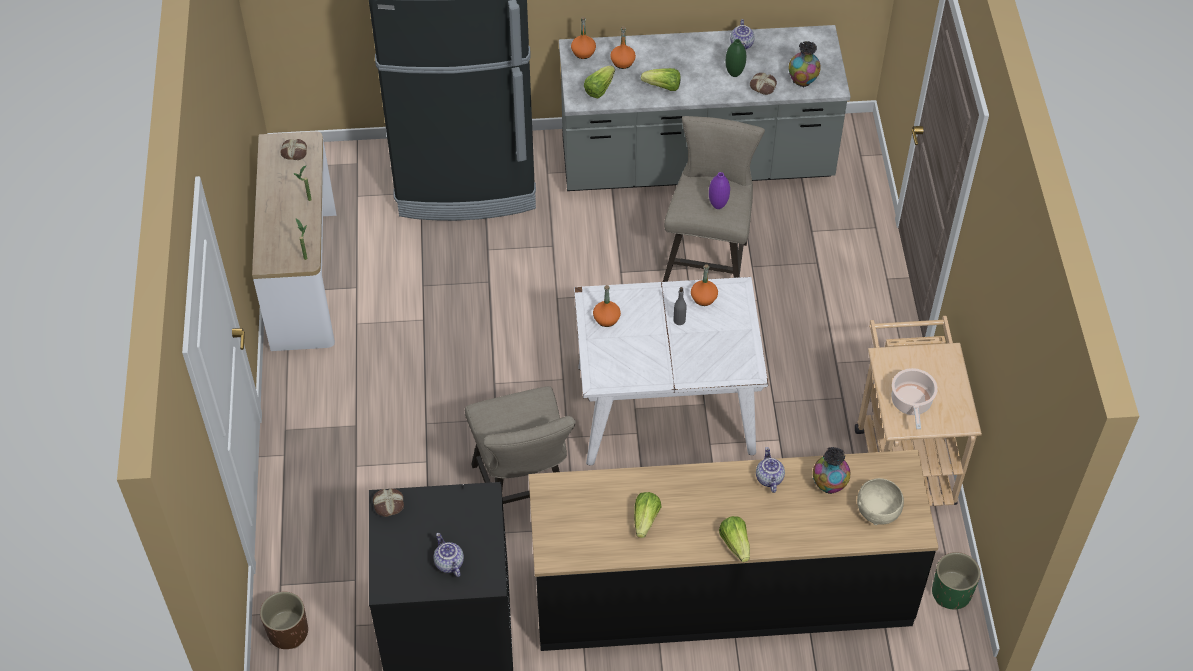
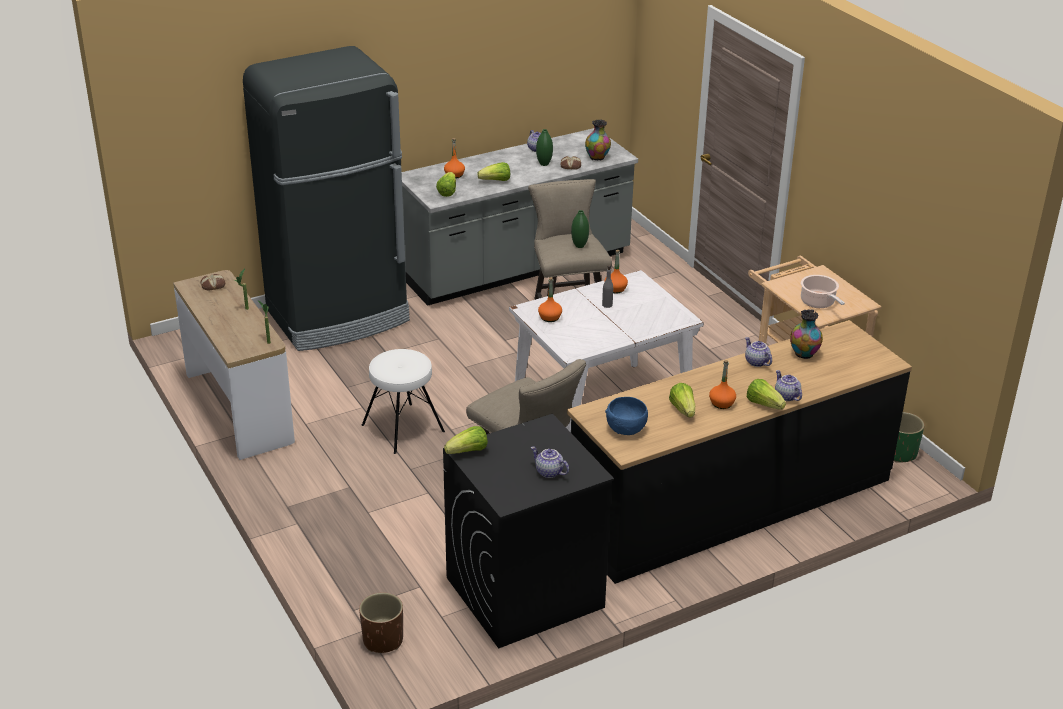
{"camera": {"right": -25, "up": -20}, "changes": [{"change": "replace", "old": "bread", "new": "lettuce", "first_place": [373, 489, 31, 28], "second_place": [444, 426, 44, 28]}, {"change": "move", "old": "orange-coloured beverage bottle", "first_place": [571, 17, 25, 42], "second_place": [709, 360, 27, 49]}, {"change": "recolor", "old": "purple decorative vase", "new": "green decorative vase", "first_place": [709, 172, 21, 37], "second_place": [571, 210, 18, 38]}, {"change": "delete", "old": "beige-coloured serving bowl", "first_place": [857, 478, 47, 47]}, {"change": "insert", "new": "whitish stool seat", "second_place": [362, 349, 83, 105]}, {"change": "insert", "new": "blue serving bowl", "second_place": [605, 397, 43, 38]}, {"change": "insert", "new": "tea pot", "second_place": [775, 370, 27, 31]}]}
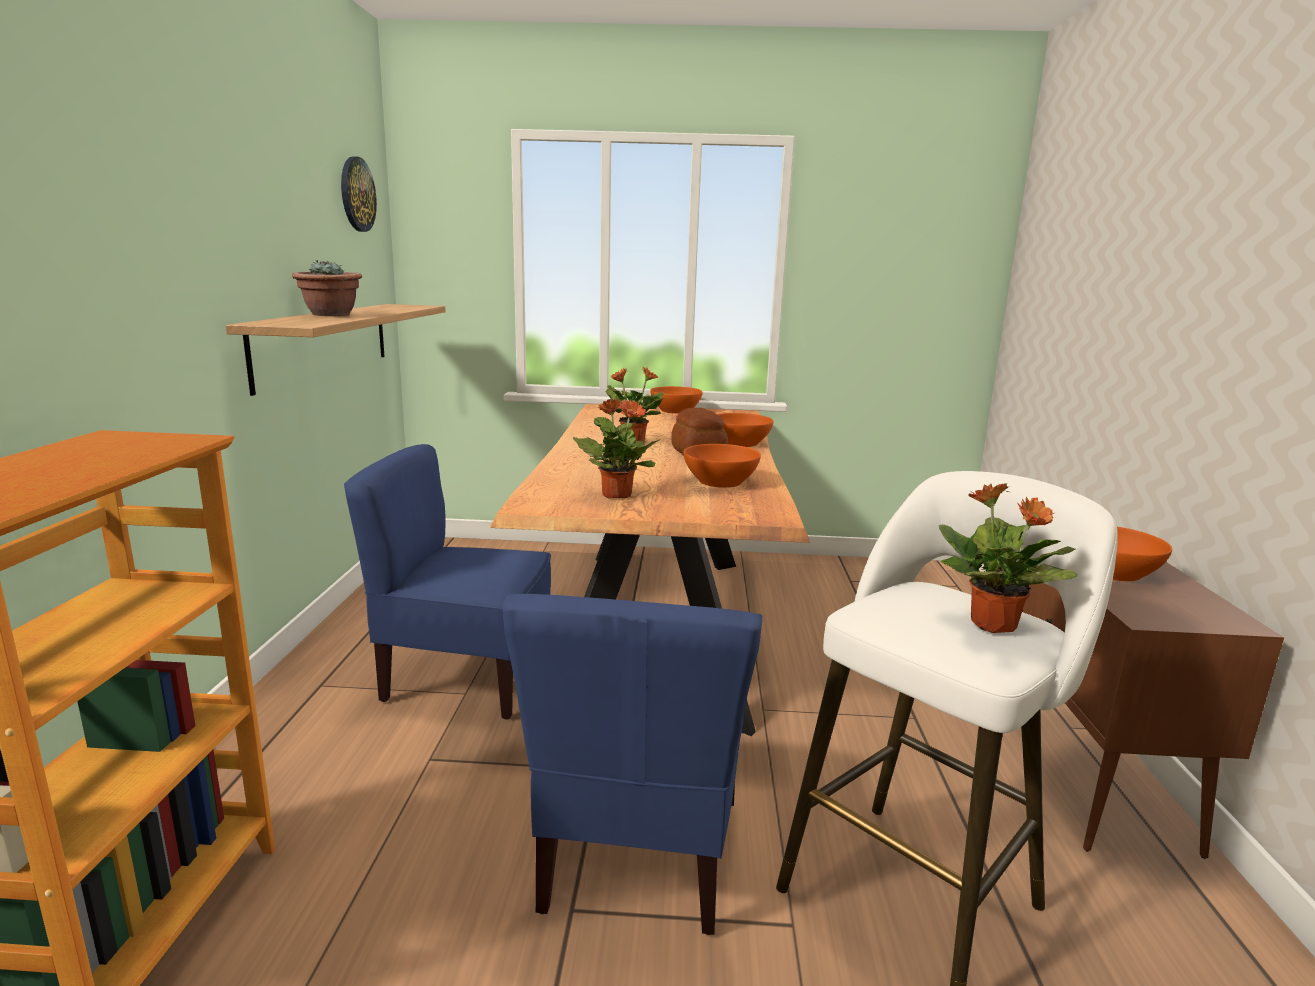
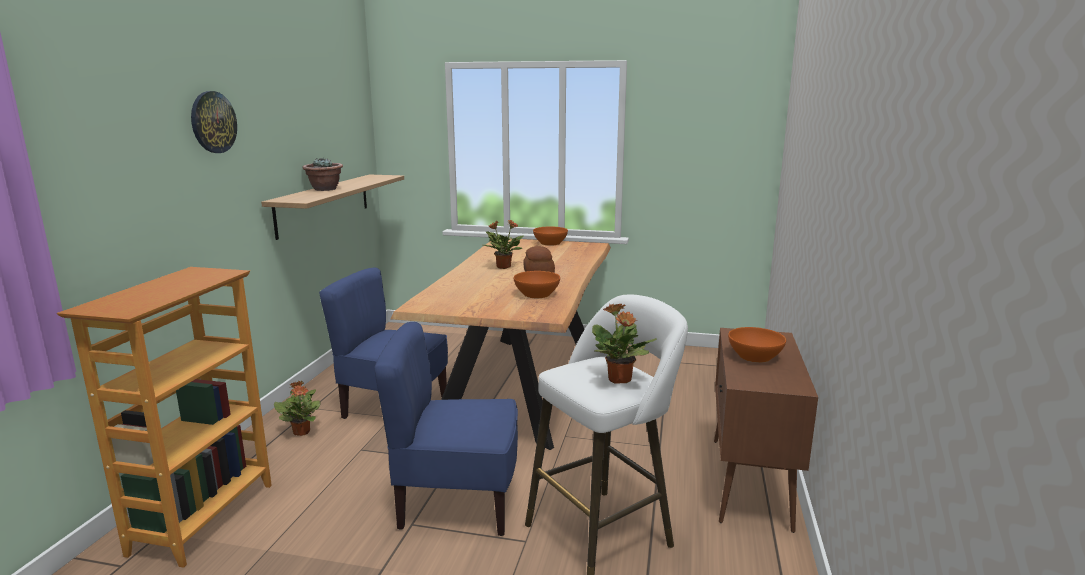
{"camera": {"right": 10, "up": 0}, "changes": [{"change": "move", "old": "clock on the wall", "first_place": [341, 157, 36, 75], "second_place": [191, 91, 46, 62]}, {"change": "rotate", "old": "blue upright chair", "first_place": [502, 594, 261, 341], "second_place": [374, 322, 144, 214], "degrees": 75}, {"change": "move", "old": "potted plant", "first_place": [573, 398, 88, 101], "second_place": [274, 381, 46, 55]}, {"change": "delete", "old": "orange-coloured serving bowl", "first_place": [717, 413, 57, 34]}]}
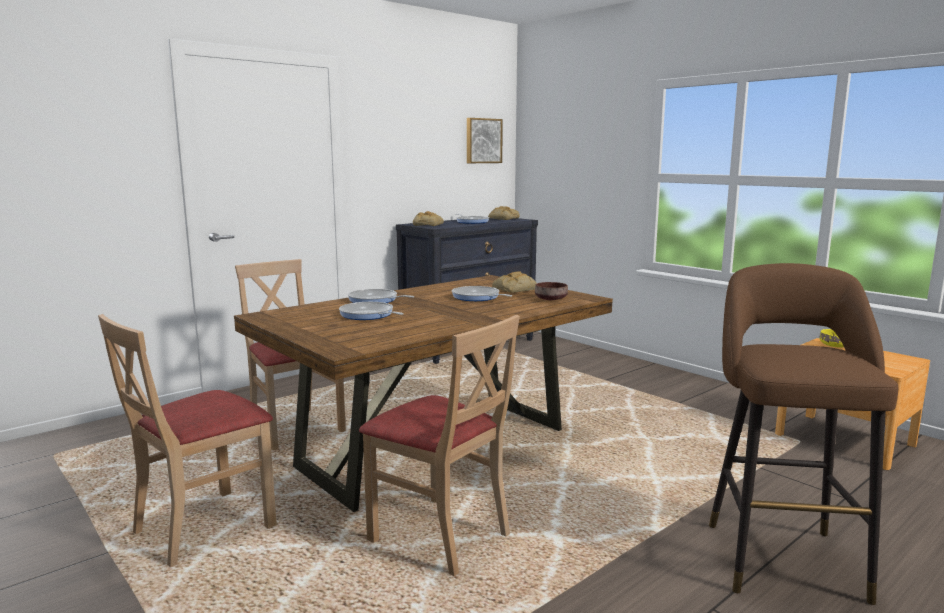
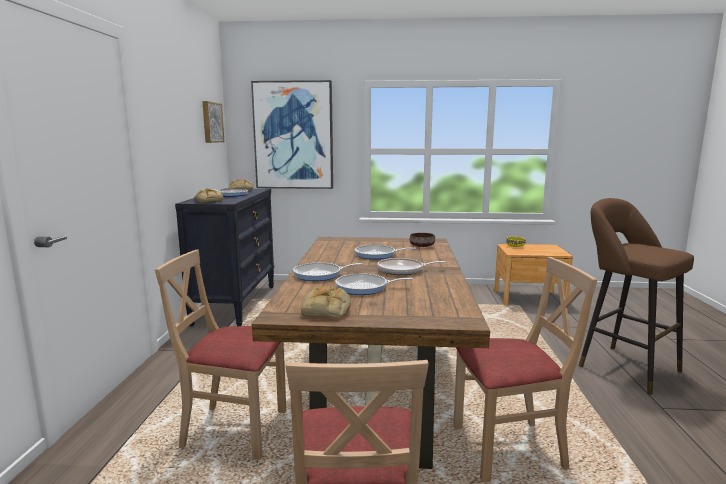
{"camera": {"right": -45, "up": 0}, "changes": [{"change": "move", "old": "bread", "first_place": [492, 271, 45, 22], "second_place": [301, 286, 50, 32]}, {"change": "insert", "new": "wall art", "second_place": [251, 80, 82, 109]}, {"change": "insert", "new": "frying pan", "second_place": [377, 258, 69, 17]}]}
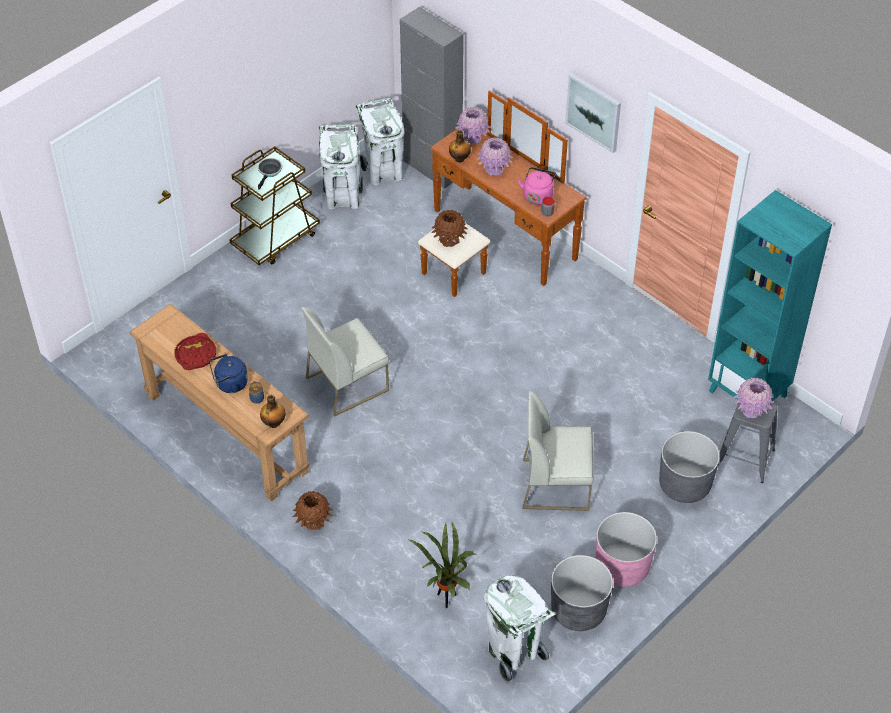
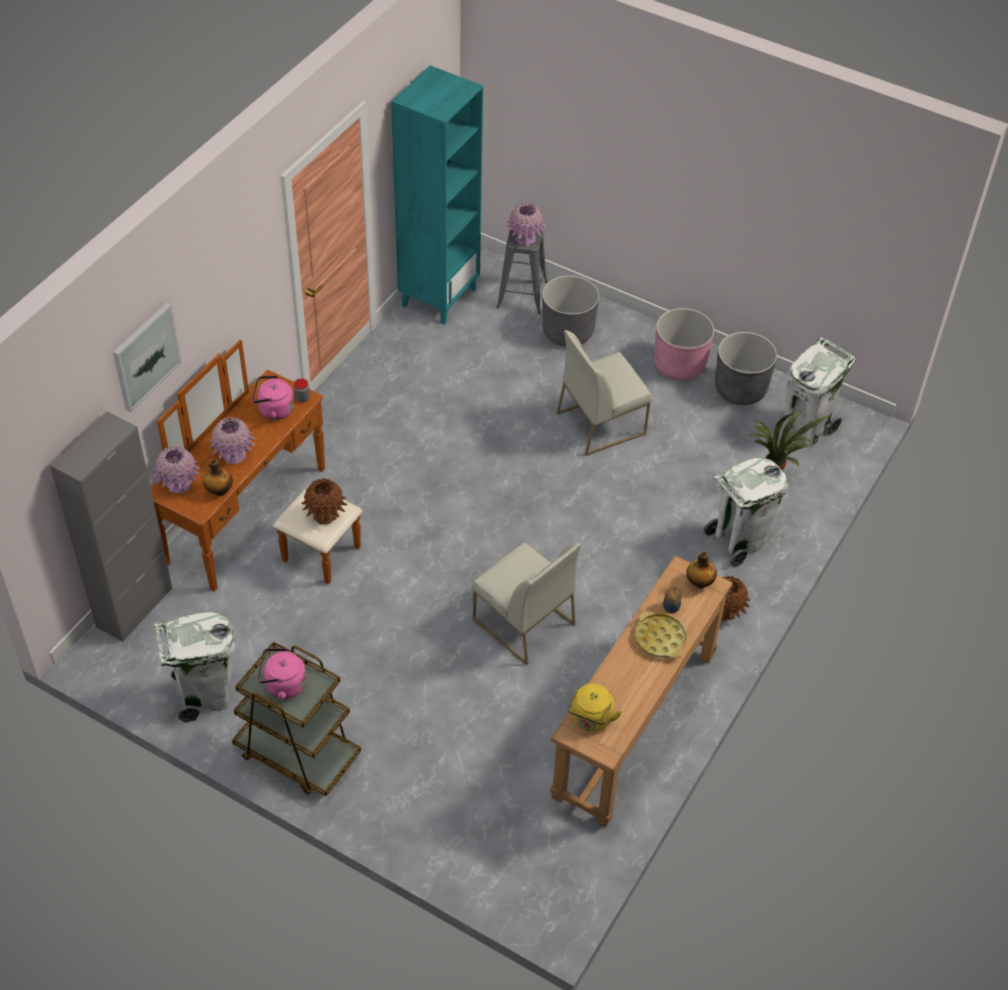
{"camera": {"right": -105, "up": 0}, "changes": [{"change": "delete", "old": "reddish tray", "first_place": [175, 333, 41, 37]}, {"change": "replace", "old": "blue tea kettle", "new": "yellowish tray", "first_place": [209, 354, 39, 39], "second_place": [635, 611, 52, 47]}, {"change": "replace", "old": "frying pan", "new": "pink-coloured tea kettle", "first_place": [258, 158, 24, 32], "second_place": [258, 648, 48, 52]}, {"change": "move", "old": "whitish waste bin", "first_place": [356, 98, 49, 87], "second_place": [704, 458, 84, 109]}, {"change": "rotate", "old": "whitish upright chair", "first_place": [522, 391, 72, 120], "second_place": [556, 330, 96, 126], "degrees": 75}, {"change": "move", "old": "wall art", "first_place": [565, 73, 56, 80], "second_place": [113, 303, 69, 110]}, {"change": "insert", "new": "yellowish tea kettle", "second_place": [567, 683, 55, 48]}]}
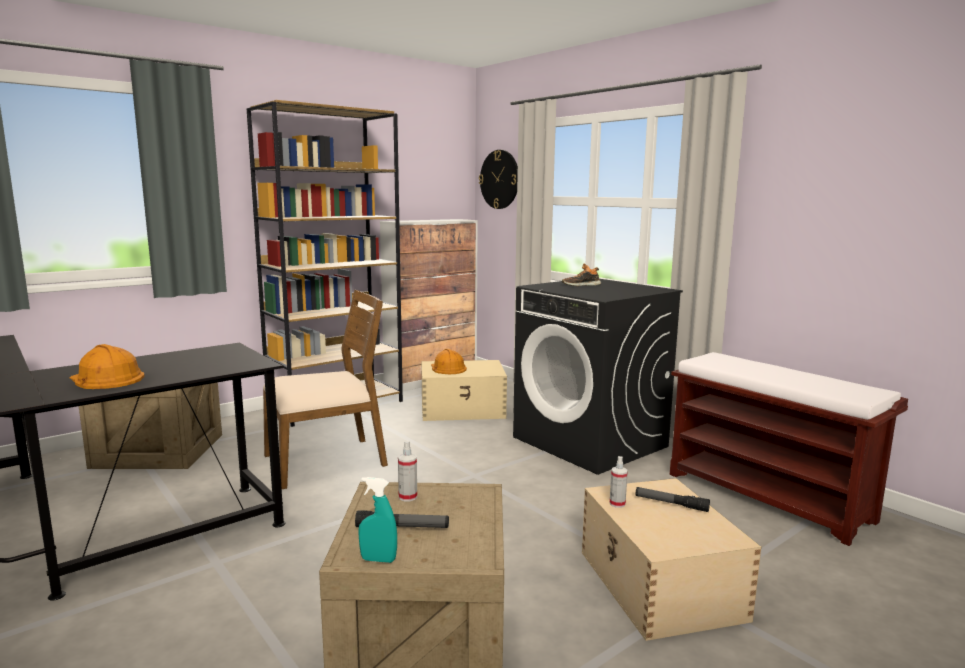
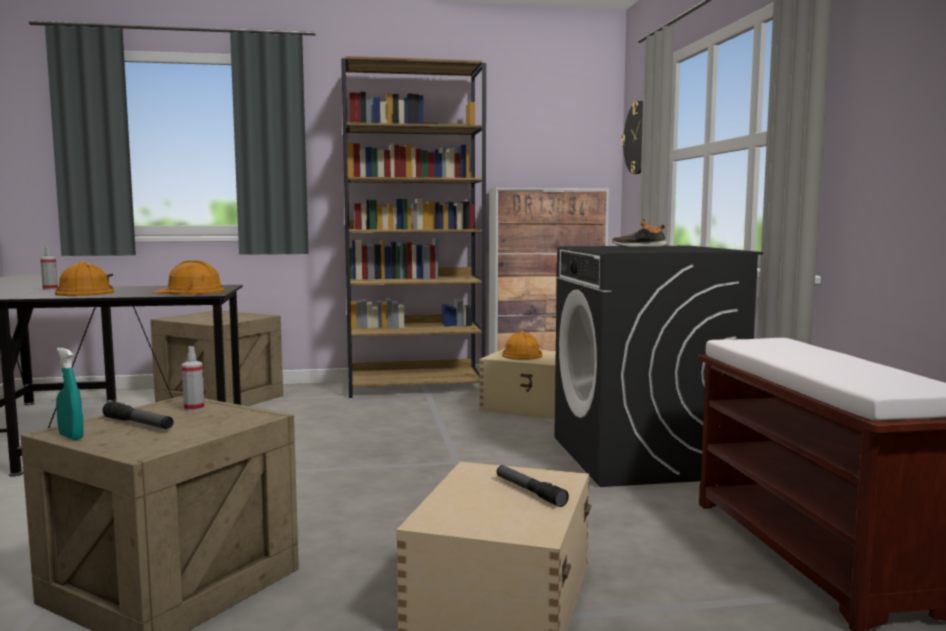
{"camera": {"right": 30, "up": -5}, "changes": [{"change": "delete", "old": "brown upright chair", "first_place": [263, 290, 125, 199]}, {"change": "move", "old": "spray bottle", "first_place": [609, 456, 19, 52], "second_place": [40, 246, 18, 44]}, {"change": "insert", "new": "orange-coloured safety helmet", "second_place": [152, 260, 73, 35]}]}
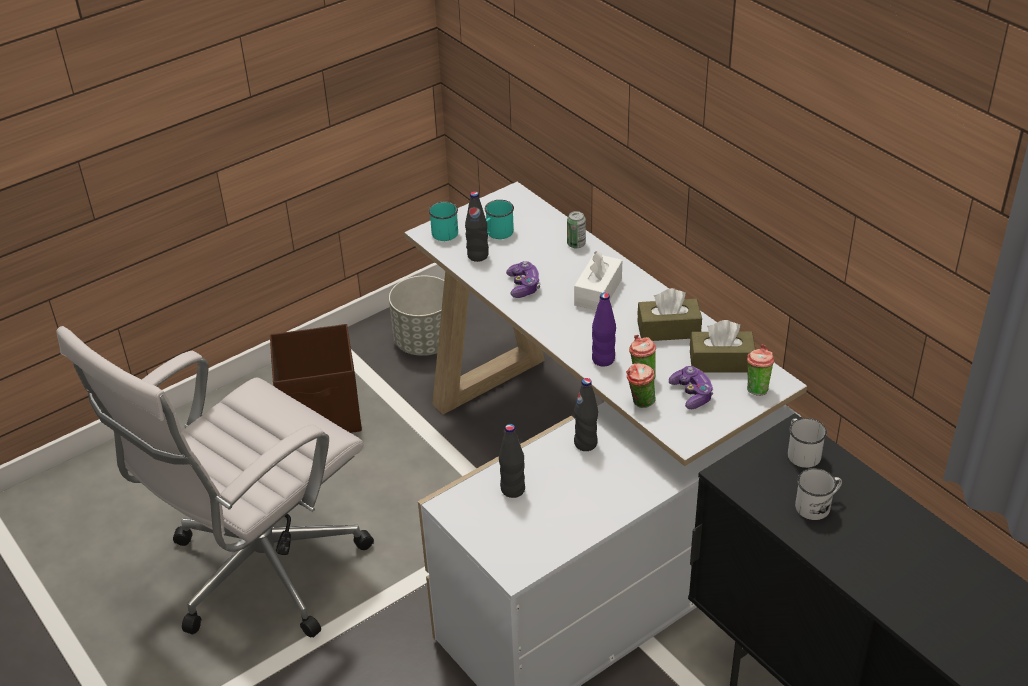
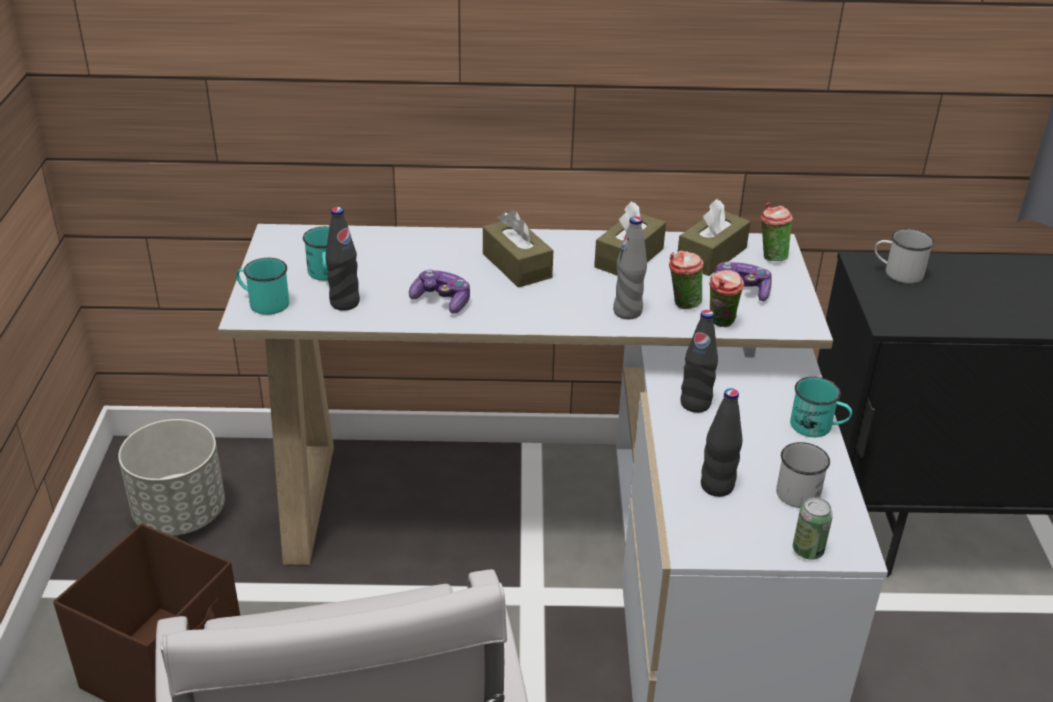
{"camera": {"right": -55, "up": -5}, "changes": [{"change": "move", "old": "metal can", "first_place": [567, 211, 19, 37], "second_place": [793, 498, 40, 62]}, {"change": "recolor", "old": "whitish box of tissues", "new": "brown box of tissues", "first_place": [574, 251, 48, 59], "second_place": [483, 210, 70, 78]}, {"change": "recolor", "old": "purple beverage bottle", "new": "gray beverage bottle", "first_place": [592, 293, 24, 74], "second_place": [613, 216, 34, 104]}, {"change": "move", "old": "whitish coffee mug", "first_place": [795, 468, 47, 52], "second_place": [776, 442, 54, 66]}, {"change": "insert", "new": "blue-green coffee mug", "second_place": [790, 377, 62, 60]}]}
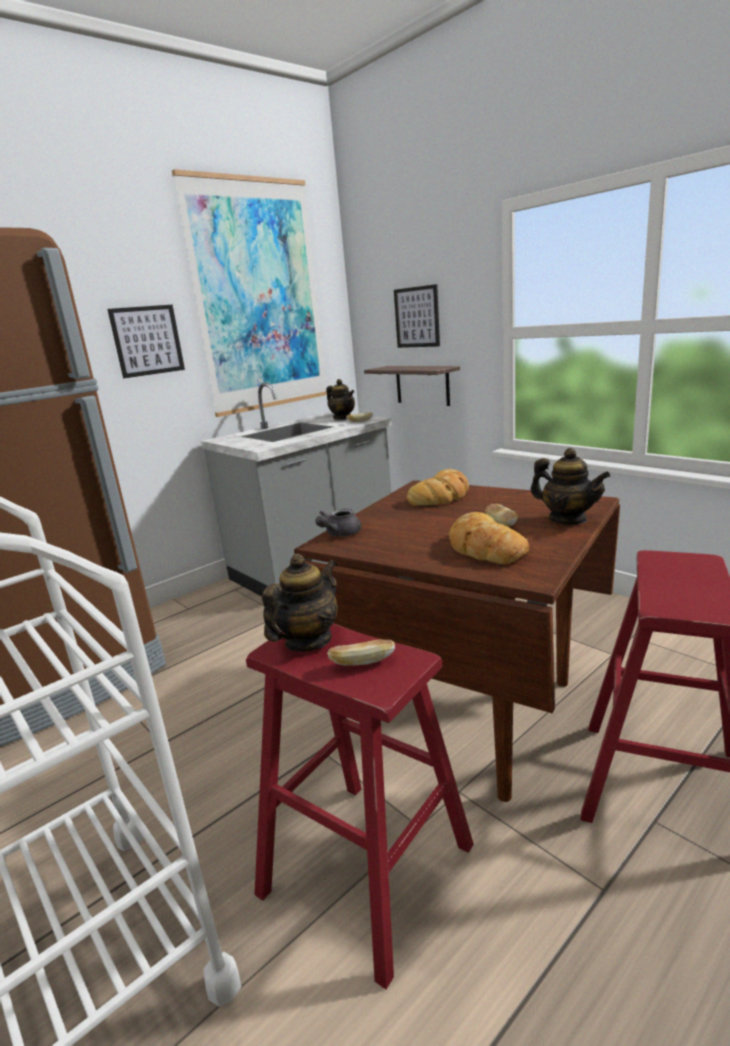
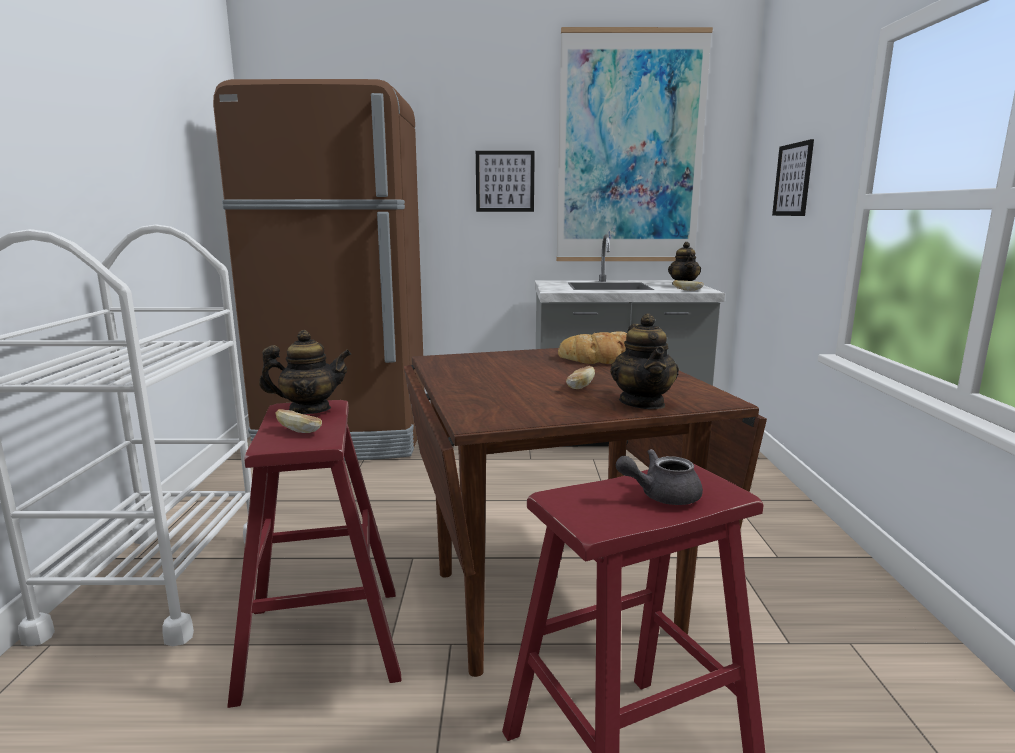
{"camera": {"right": 40, "up": -5}, "changes": [{"change": "move", "old": "gray tea pot", "first_place": [315, 509, 46, 28], "second_place": [616, 449, 87, 56]}, {"change": "delete", "old": "shelf", "first_place": [364, 366, 96, 40]}, {"change": "delete", "old": "bread", "first_place": [449, 512, 80, 52]}]}
